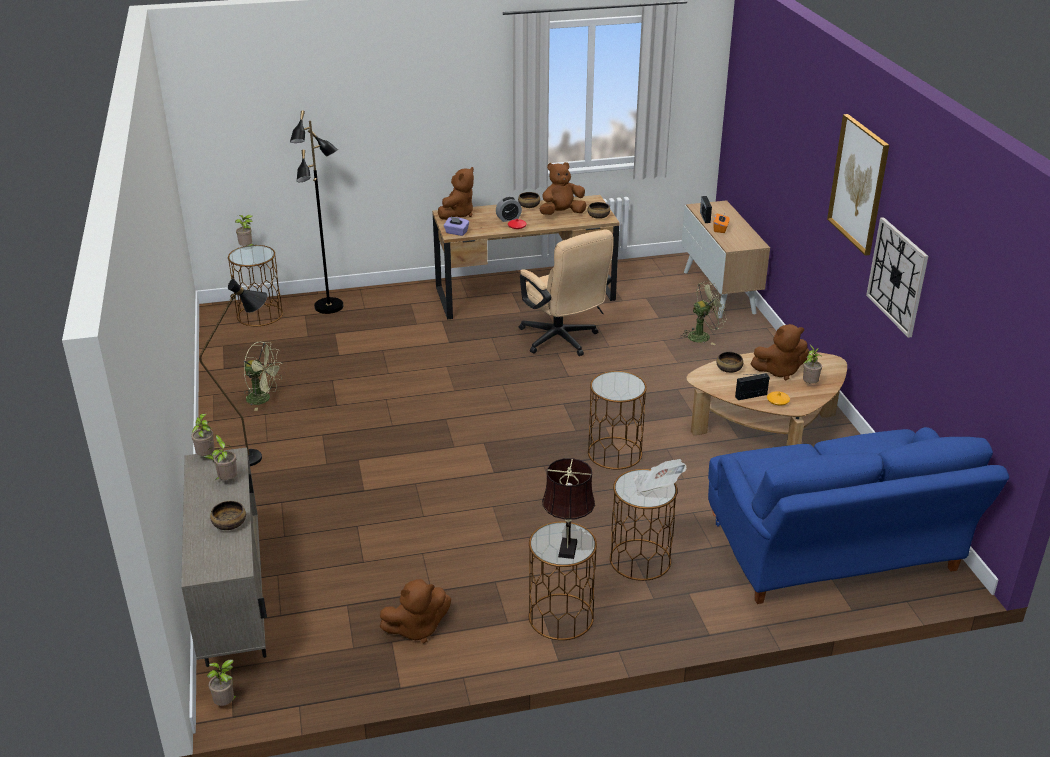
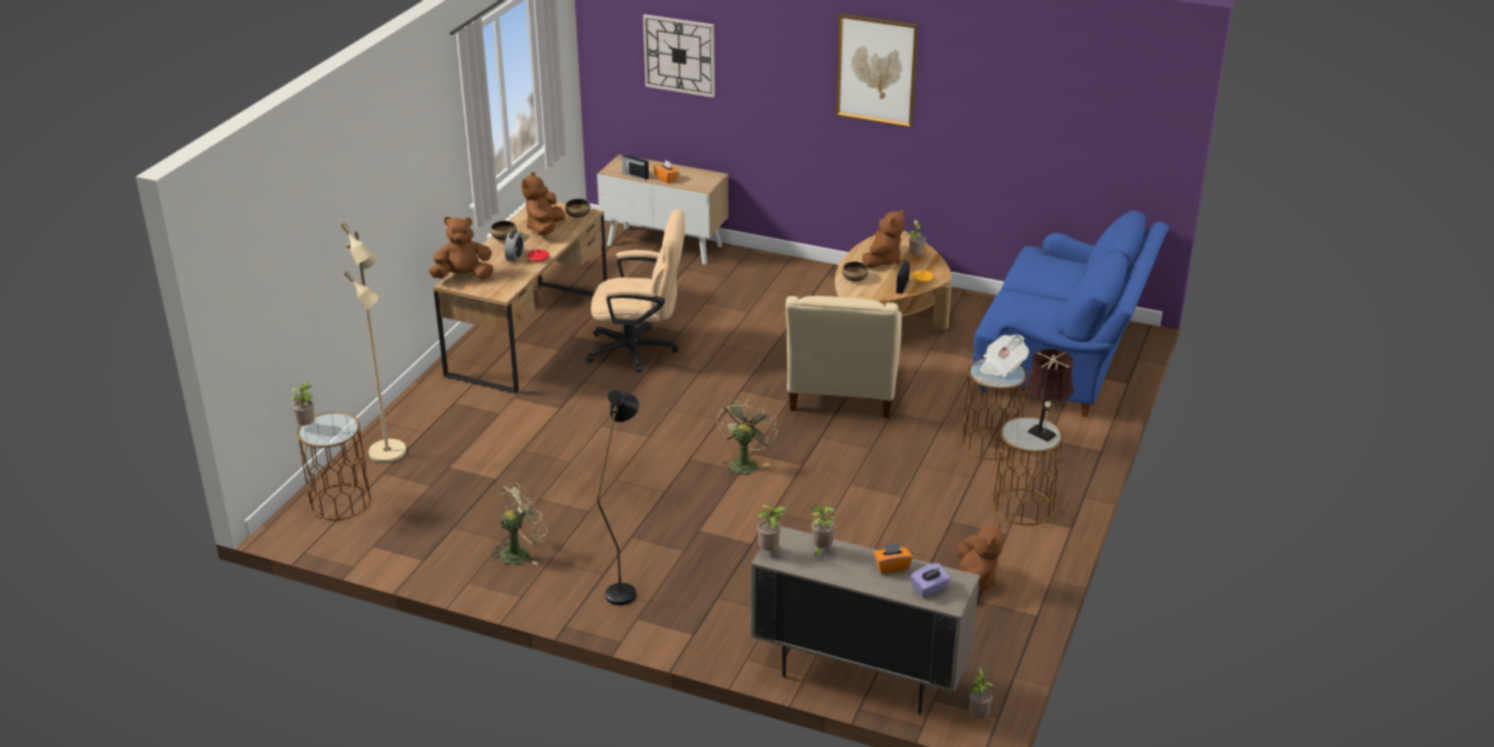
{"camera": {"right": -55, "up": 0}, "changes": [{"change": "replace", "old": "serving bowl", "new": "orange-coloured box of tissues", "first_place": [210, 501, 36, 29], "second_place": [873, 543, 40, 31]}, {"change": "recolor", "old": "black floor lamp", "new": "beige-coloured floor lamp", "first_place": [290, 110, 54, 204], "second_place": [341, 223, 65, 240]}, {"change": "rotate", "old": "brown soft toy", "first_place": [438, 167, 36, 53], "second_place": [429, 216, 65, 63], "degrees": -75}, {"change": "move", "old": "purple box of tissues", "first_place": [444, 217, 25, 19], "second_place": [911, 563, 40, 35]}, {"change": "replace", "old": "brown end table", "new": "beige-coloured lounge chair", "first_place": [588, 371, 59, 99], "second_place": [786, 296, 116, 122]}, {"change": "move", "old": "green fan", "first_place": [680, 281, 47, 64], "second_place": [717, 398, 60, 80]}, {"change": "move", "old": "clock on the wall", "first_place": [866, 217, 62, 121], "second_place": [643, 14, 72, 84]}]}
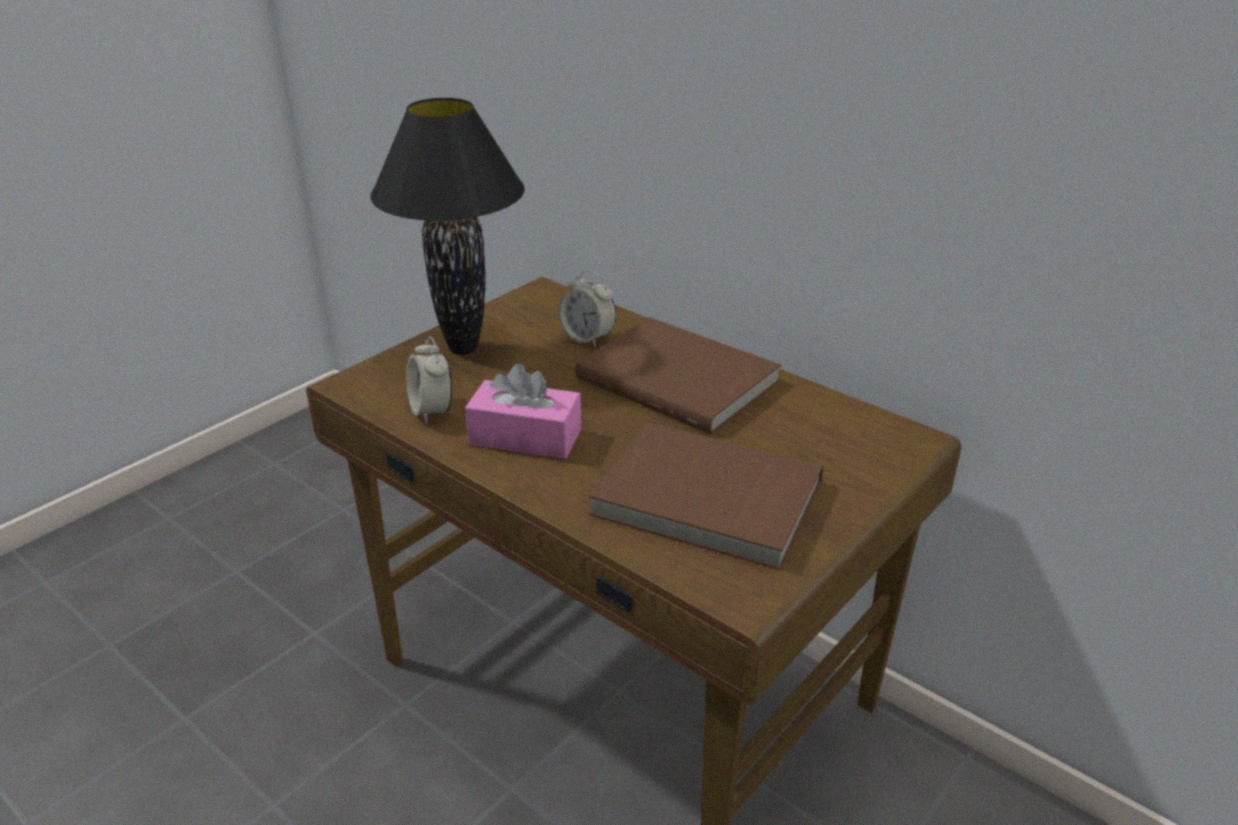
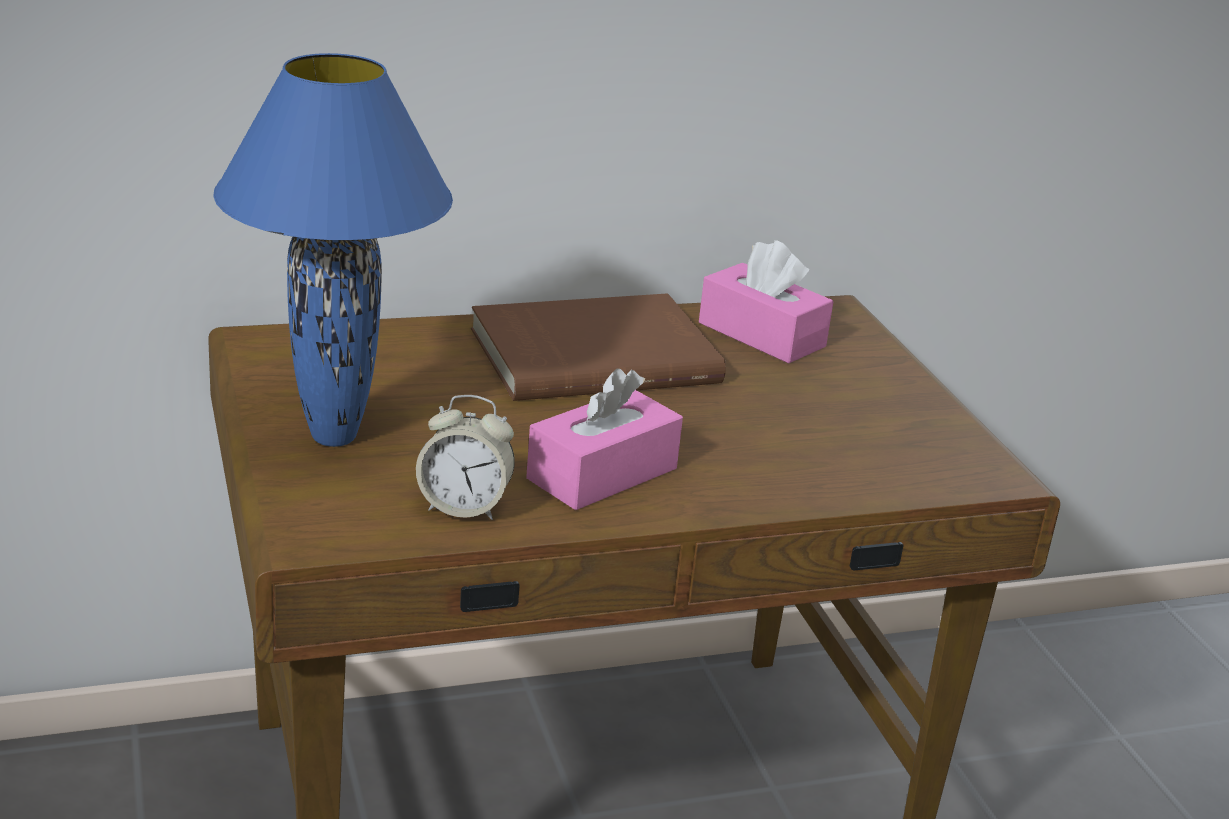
{"camera": {"right": -60, "up": -5}, "changes": [{"change": "recolor", "old": "black table lamp", "new": "blue table lamp", "first_place": [370, 98, 155, 257], "second_place": [213, 53, 240, 394]}, {"change": "delete", "old": "table clock", "first_place": [558, 270, 58, 77]}, {"change": "delete", "old": "brown bound book", "first_place": [589, 422, 234, 148]}, {"change": "insert", "new": "pink-coloured box of tissues", "second_place": [699, 240, 134, 123]}]}
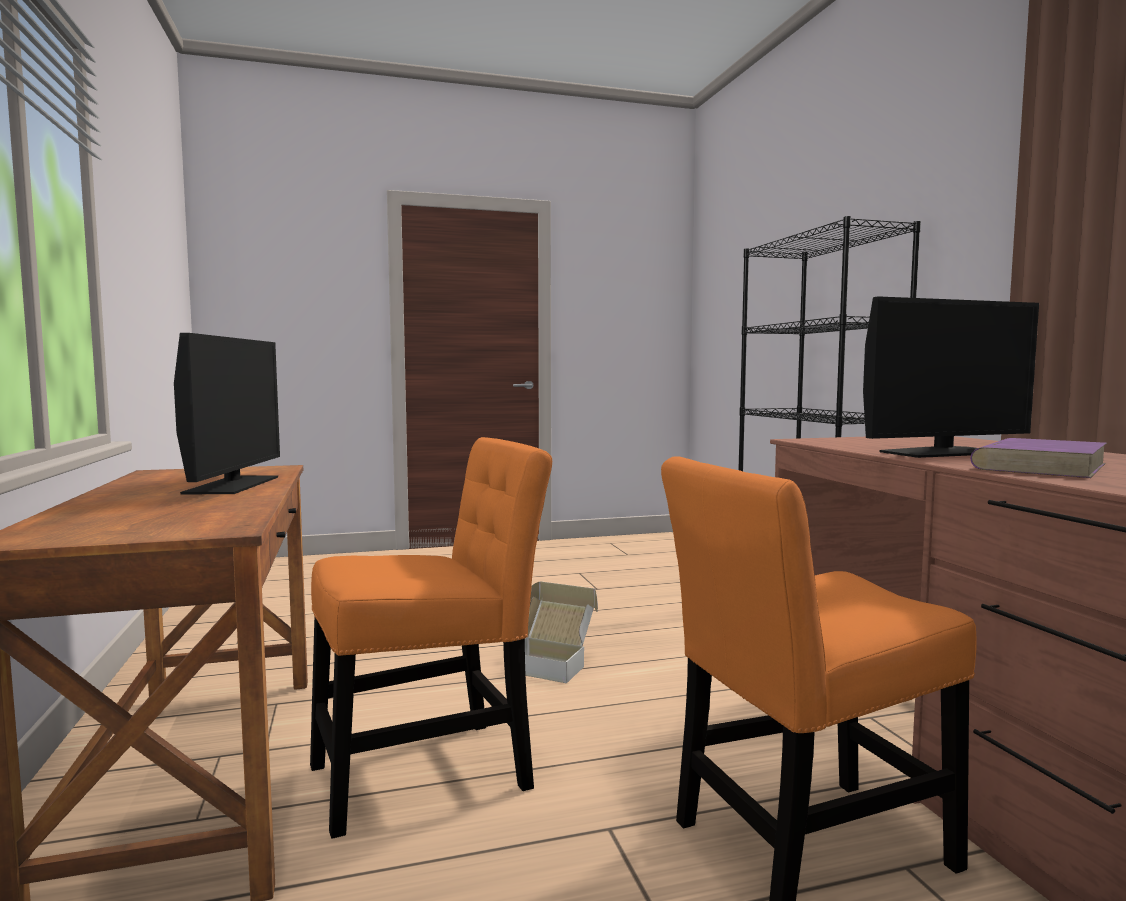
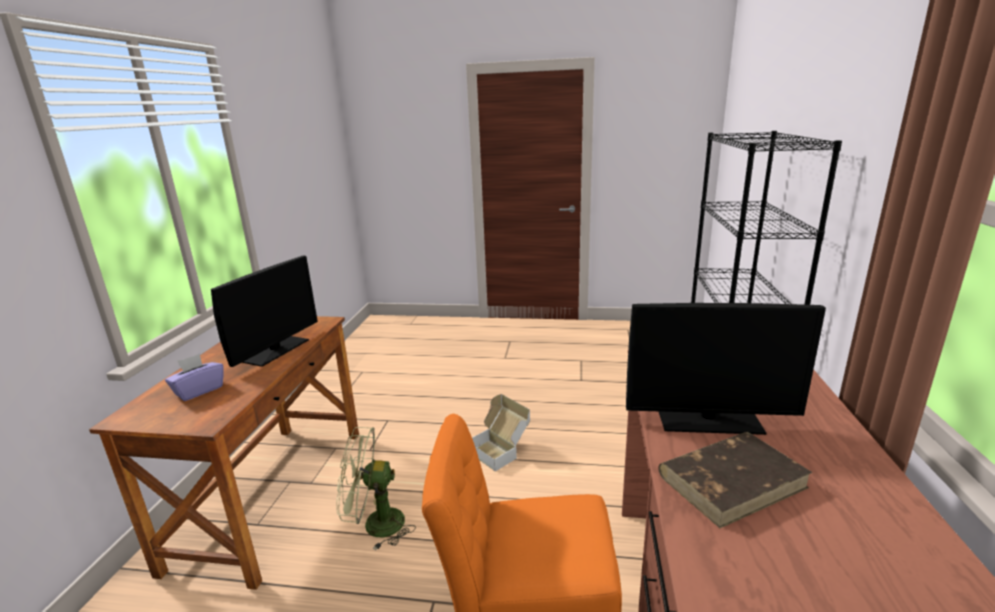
{"camera": {"right": 25, "up": 15}, "changes": [{"change": "replace", "old": "orange-coloured upright chair", "new": "green fan", "first_place": [310, 437, 242, 402], "second_place": [336, 427, 80, 123]}, {"change": "recolor", "old": "purple bound book", "new": "brown bound book", "first_place": [970, 438, 137, 40], "second_place": [658, 432, 155, 96]}, {"change": "insert", "new": "purple box of tissues", "second_place": [165, 354, 59, 47]}]}
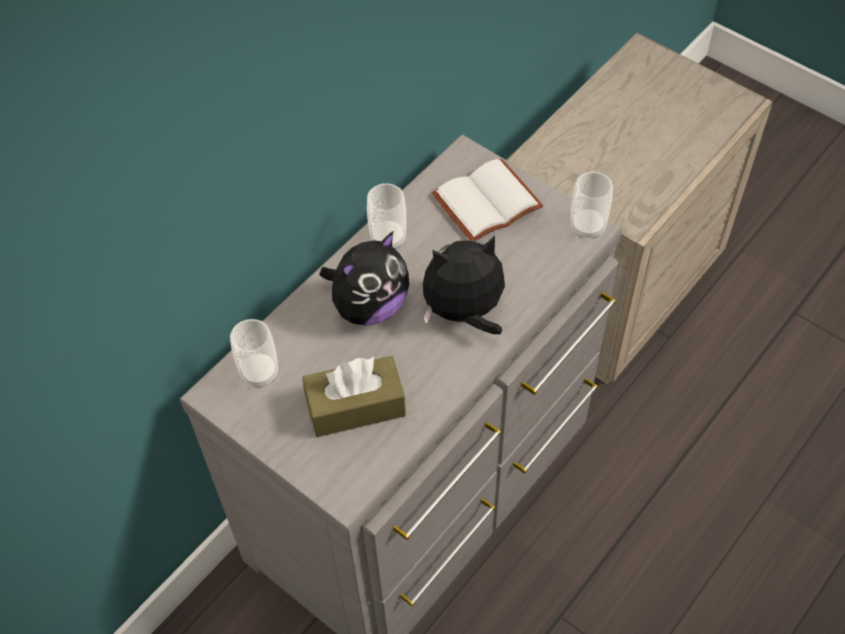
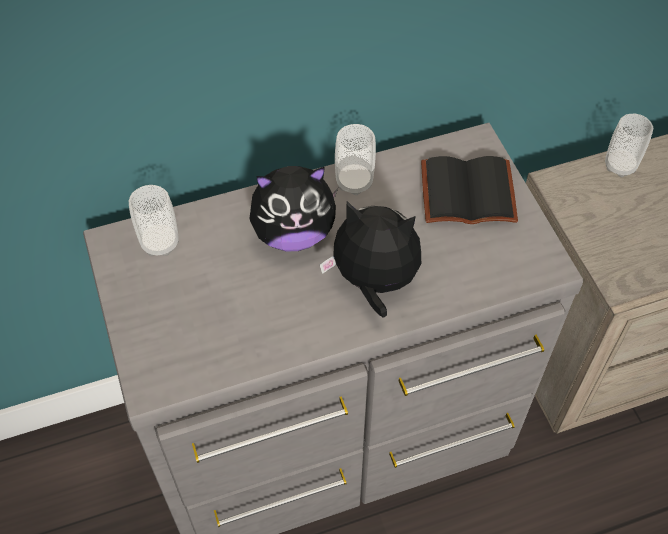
{"camera": {"right": 30, "up": 0}, "changes": [{"change": "delete", "old": "brown box of tissues", "first_place": [303, 356, 103, 81]}, {"change": "recolor", "old": "whitish bound book", "new": "black bound book", "first_place": [432, 158, 111, 83], "second_place": [421, 156, 97, 68]}, {"change": "move", "old": "drinking cup", "first_place": [570, 172, 43, 67], "second_place": [605, 114, 48, 63]}]}
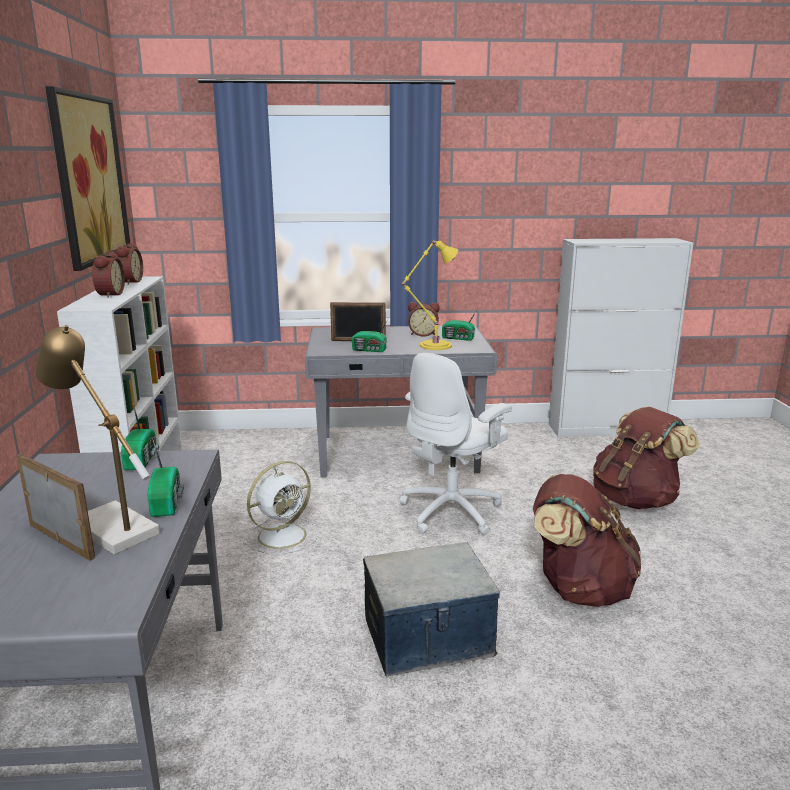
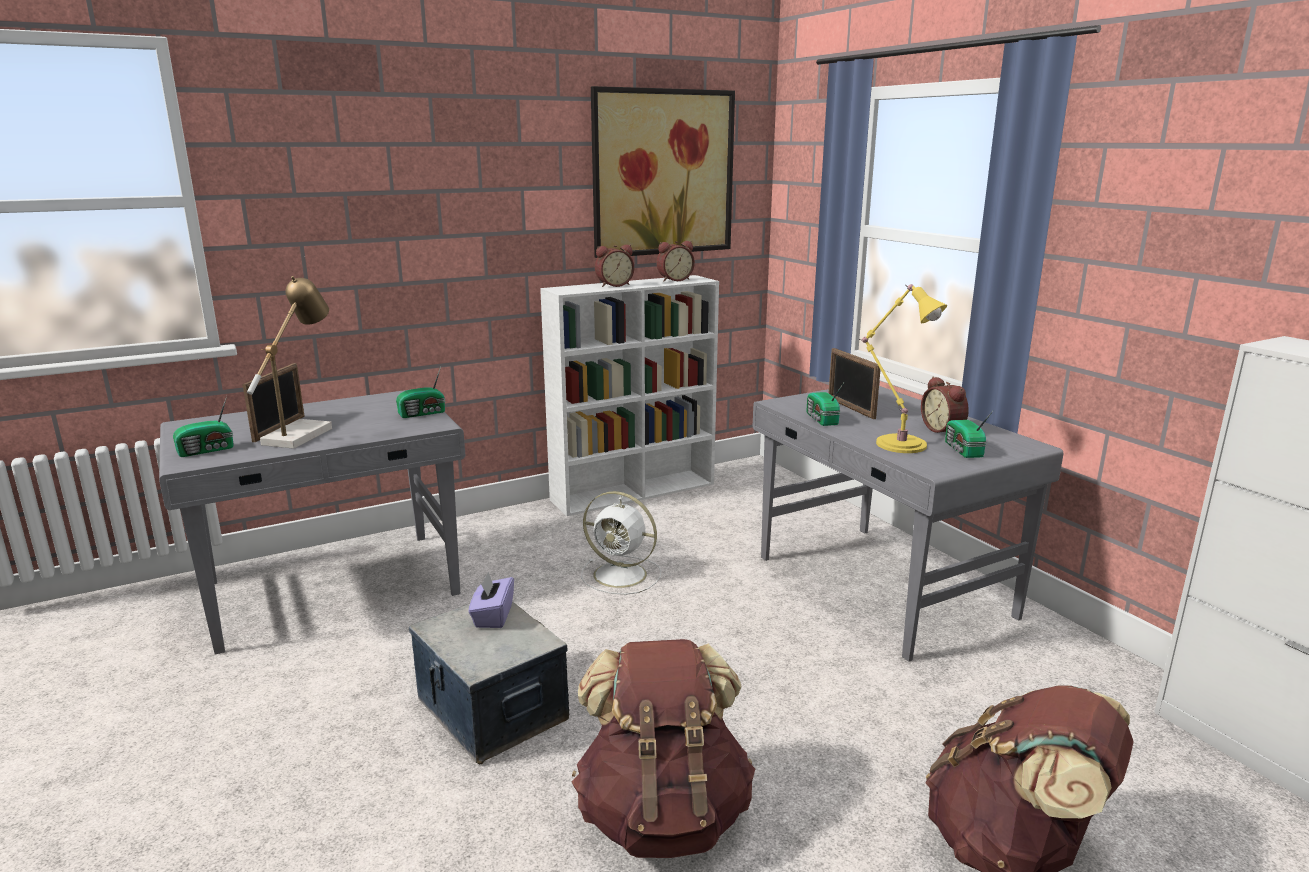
{"camera": {"right": 65, "up": 0}, "changes": [{"change": "move", "old": "radio receiver", "first_place": [148, 438, 36, 79], "second_place": [173, 396, 61, 61]}, {"change": "delete", "old": "whitish desk chair", "first_place": [400, 353, 112, 182]}, {"change": "insert", "new": "purple box of tissues", "second_place": [468, 572, 46, 56]}]}
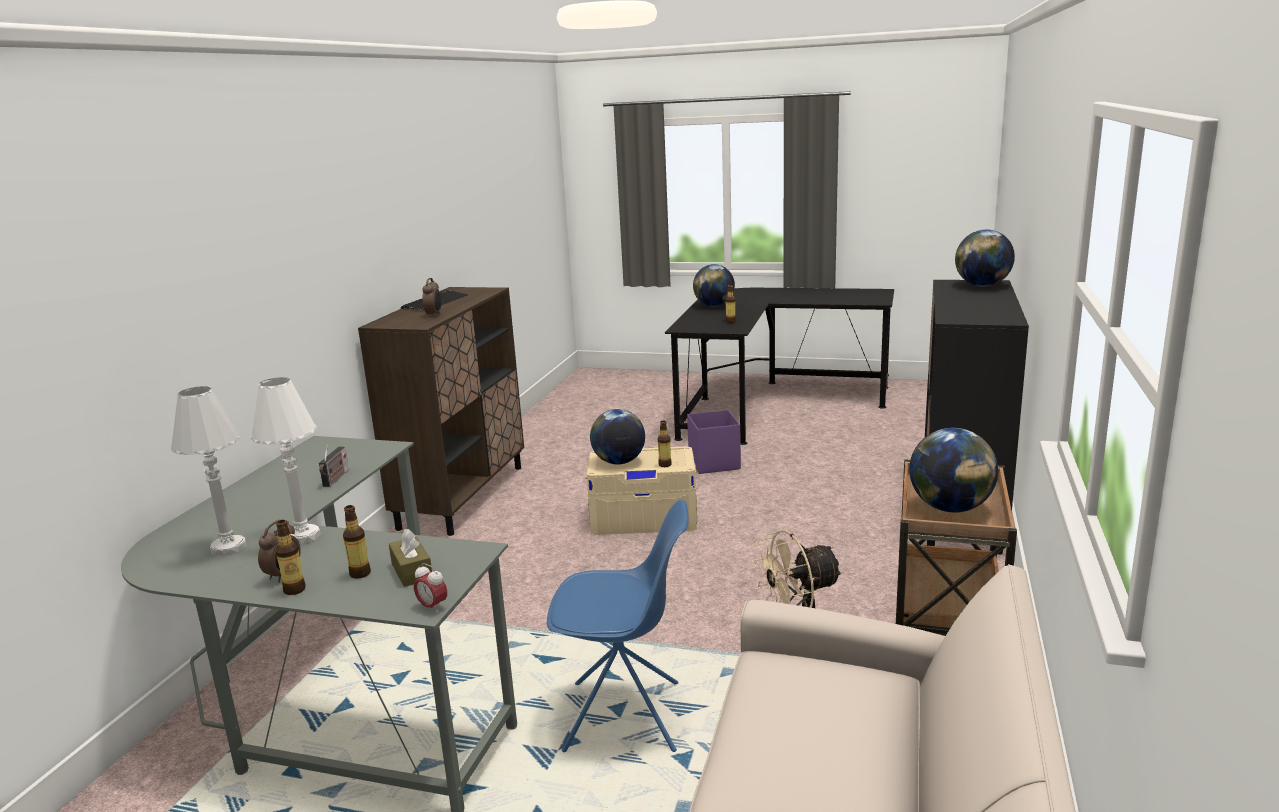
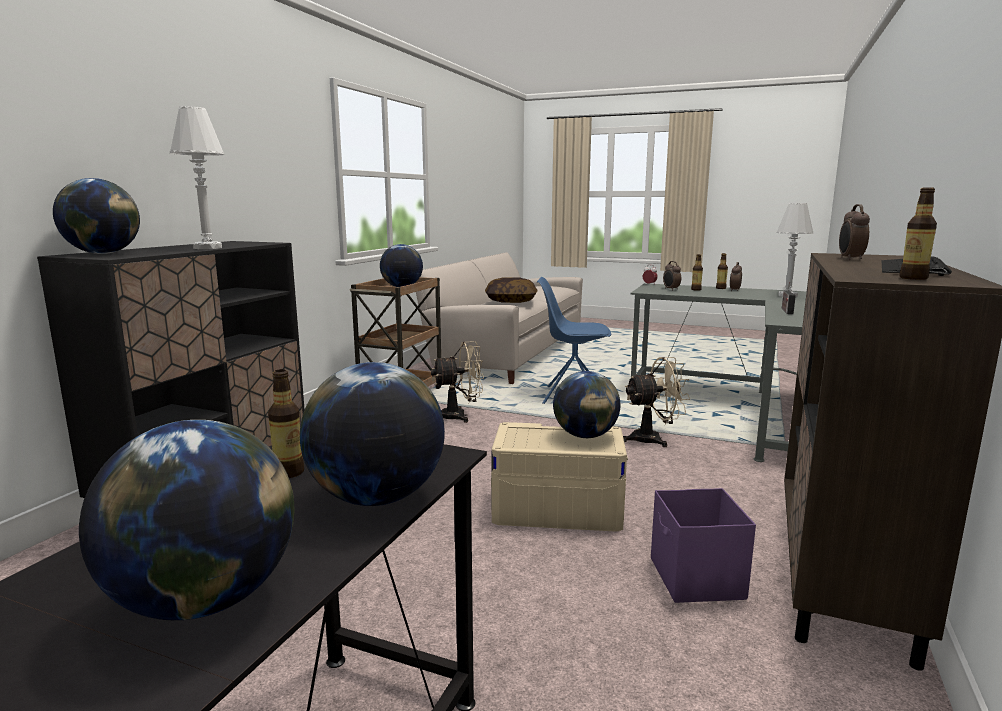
{"camera": {"right": -175, "up": -5}, "changes": [{"change": "move", "old": "whitish table lamp", "first_place": [250, 377, 71, 167], "second_place": [170, 106, 55, 143]}, {"change": "replace", "old": "brown box of tissues", "new": "table clock", "first_place": [389, 529, 43, 58], "second_place": [663, 261, 18, 29]}, {"change": "move", "old": "beverage bottle", "first_place": [658, 421, 14, 46], "second_place": [899, 187, 38, 93]}, {"change": "move", "old": "purple storage box", "first_place": [687, 410, 54, 64], "second_place": [651, 488, 105, 115]}, {"change": "insert", "new": "world globe", "second_place": [300, 362, 145, 144]}, {"change": "insert", "new": "throw pillow", "second_place": [485, 277, 52, 26]}, {"change": "insert", "new": "beige-coloured fan", "second_place": [623, 357, 67, 90]}]}
